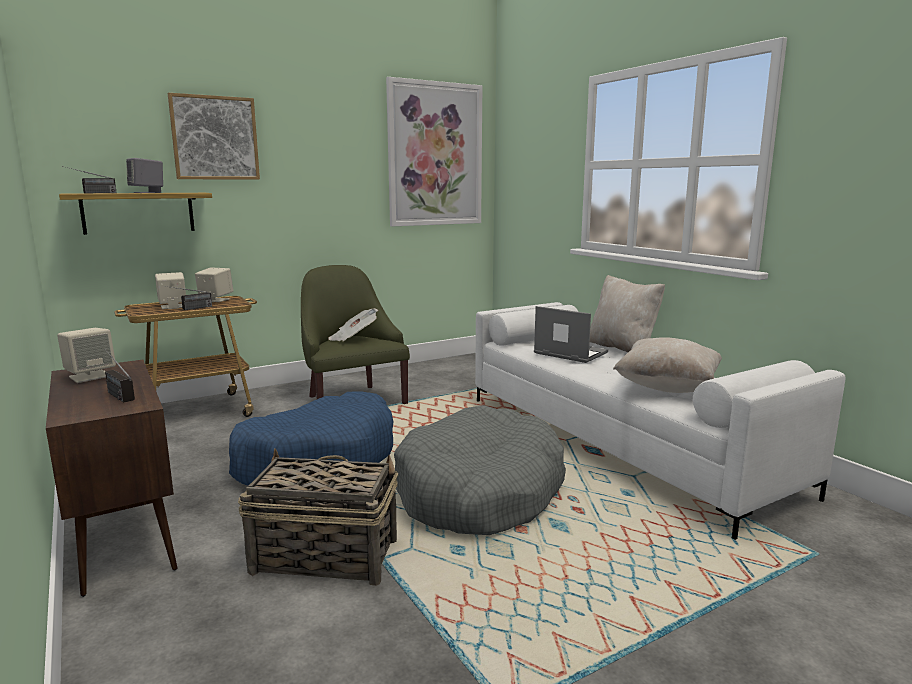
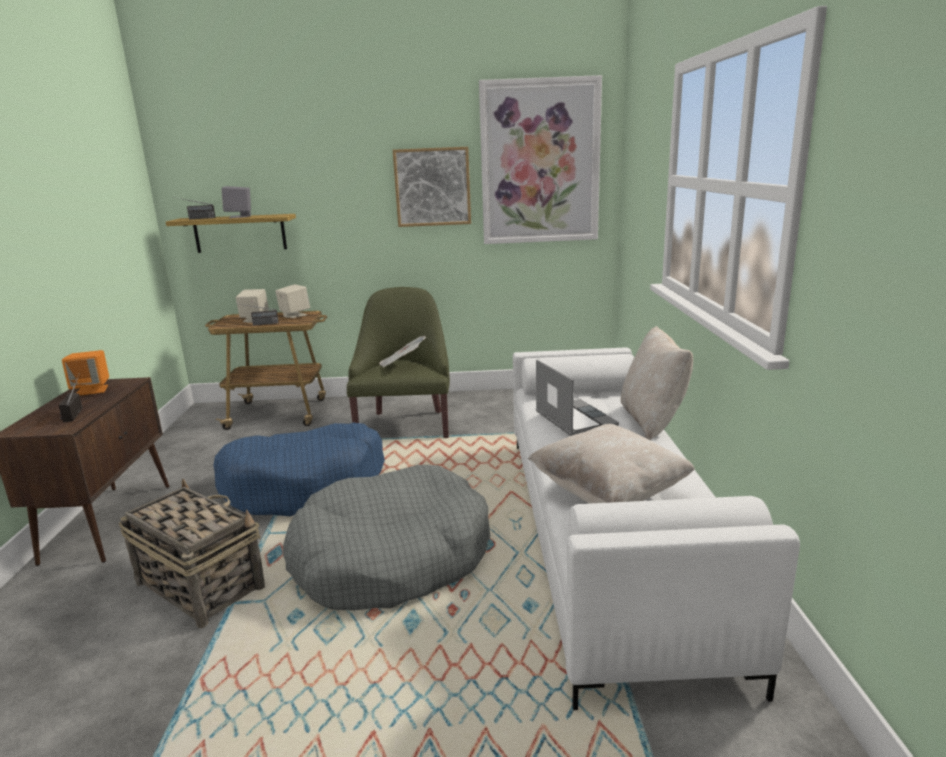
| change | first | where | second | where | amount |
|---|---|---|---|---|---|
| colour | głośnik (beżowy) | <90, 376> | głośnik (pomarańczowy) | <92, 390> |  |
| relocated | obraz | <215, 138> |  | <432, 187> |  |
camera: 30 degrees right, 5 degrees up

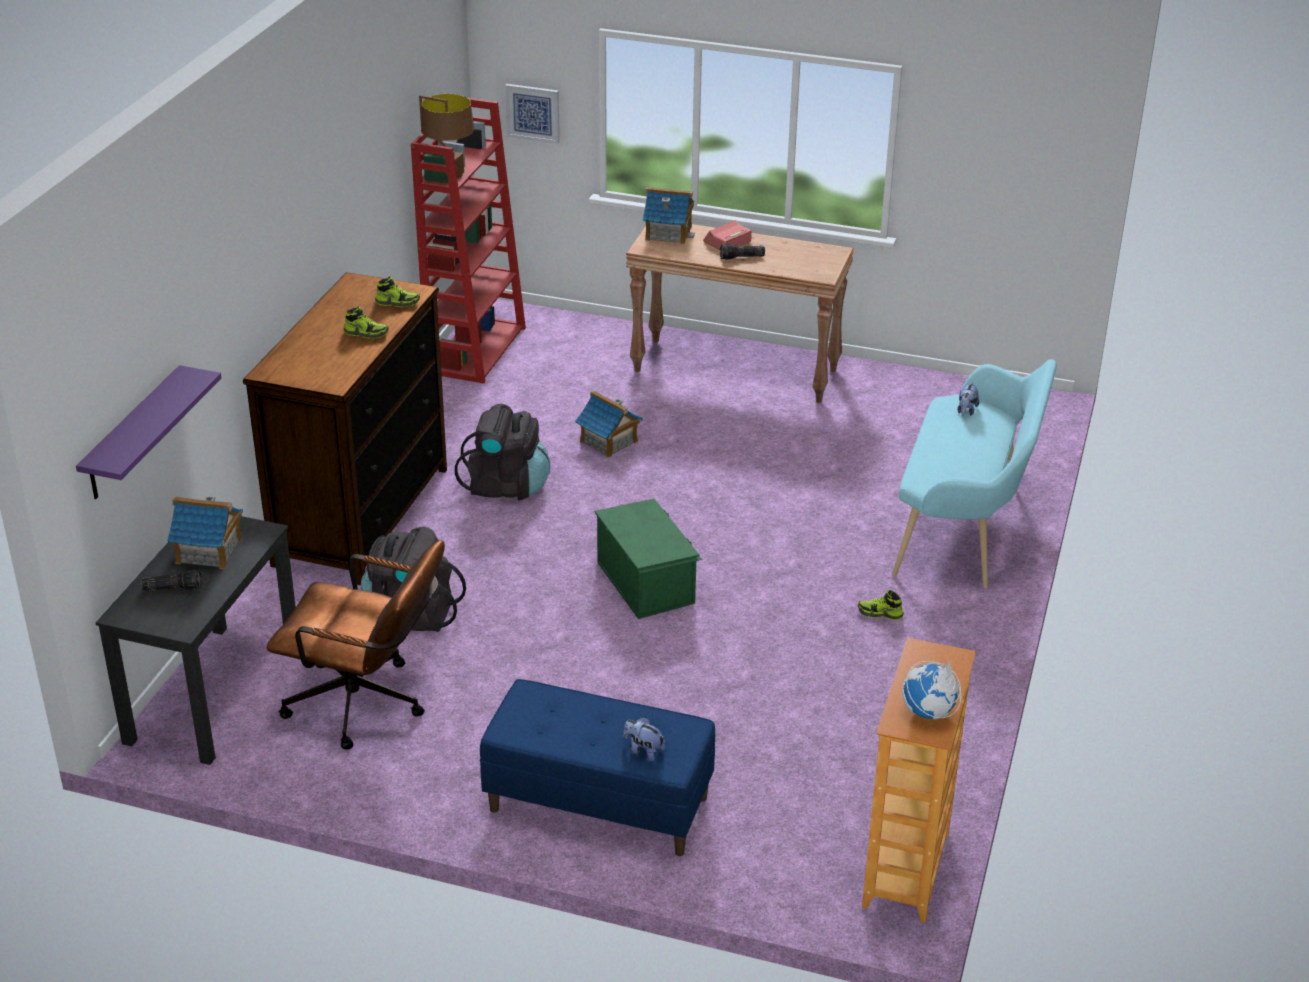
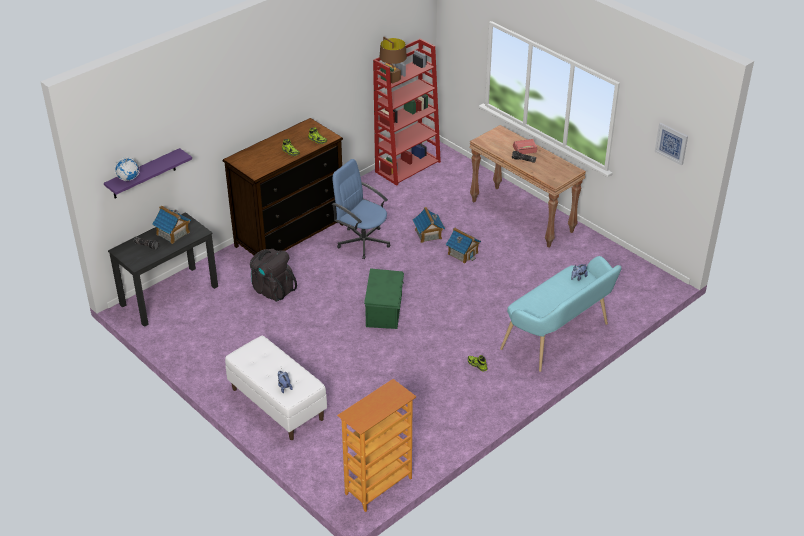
| change | first | where | second | where | amount |
|---|---|---|---|---|---|
| missing | krzesło biurowe (brązowy) | <367, 705> |  |  |  |
| exchanged | plecak (czarny) | <506, 486> | krzesło biurowe (niebieski) | <363, 241> |  |
| colour | ławka (niebieski) | <597, 804> | ławka (biały) | <276, 404> |  |
| relocated | obraz | <533, 113> |  | <671, 143> |  |
| relocated | domek | <668, 233> |  | <463, 253> |  |
| relocated | globus | <928, 713> |  | <128, 179> |  |
camera: 30 degrees right, 5 degrees up

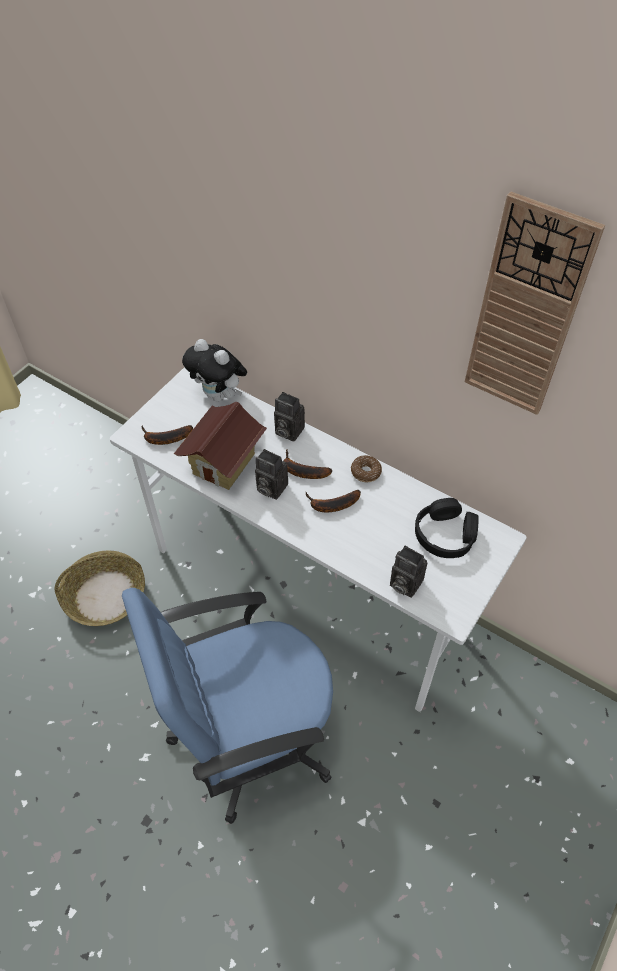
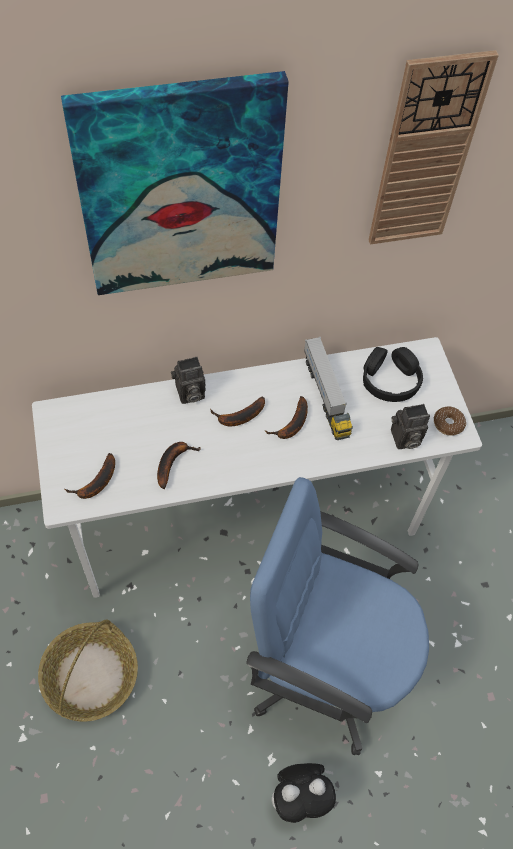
| change | first | where | second | where | amount |
|---|---|---|---|---|---|
| spun | krzesło biurowe (niebieski) | <251, 734> |  | <325, 663> | 90 degrees clockwise |
| exchanged | domek | <224, 464> | banan | <173, 462> |  |
| relocated | pluszak | <219, 395> |  | <300, 797> |  |
| missing | aparat fotograficzny | <270, 488> |  |  |  |
| relocated | donut | <365, 472> |  | <448, 424> |  |
| appeared |  |  | obraz | <180, 189> |  |
| appeared |  |  | ciężarówka zabawkowa | <326, 395> |  |
camera: 50 degrees left, 5 degrees up

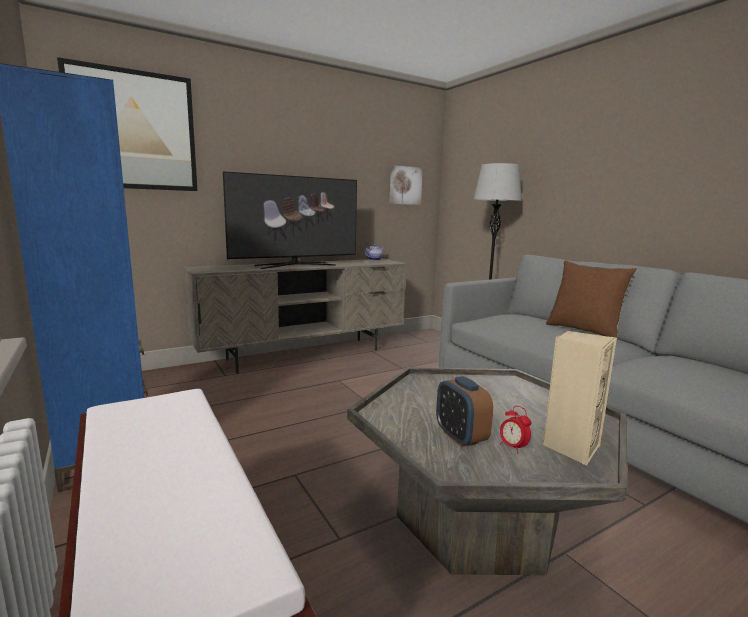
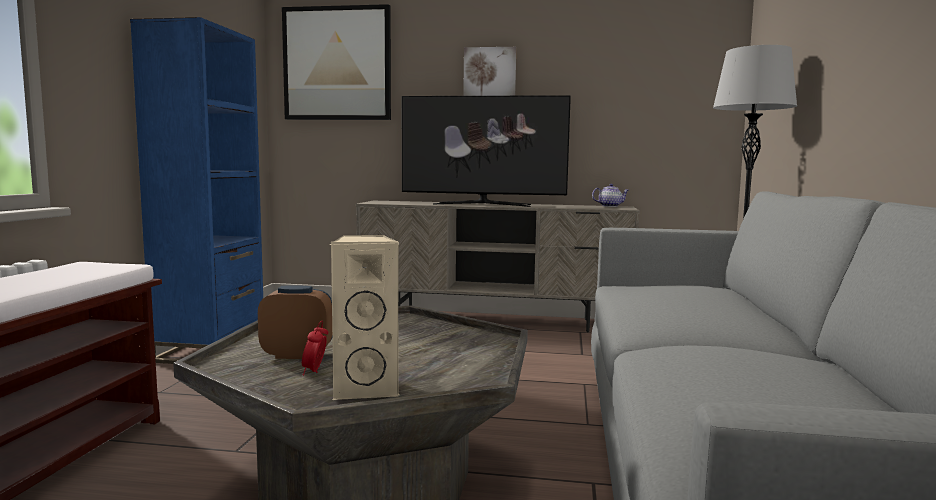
| change | first | where | second | where | amount |
|---|---|---|---|---|---|
| relocated | obraz | <405, 185> |  | <489, 74> |  |
| spun | budzik | <460, 437> |  | <297, 355> | 75 degrees clockwise |
| missing | poduszka (brązowy) | <584, 330> |  |  |  |
camera: 40 degrees right, 5 degrees down

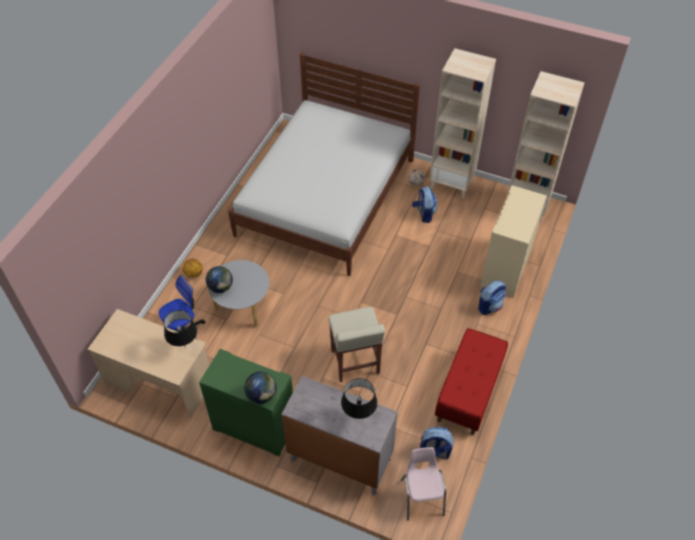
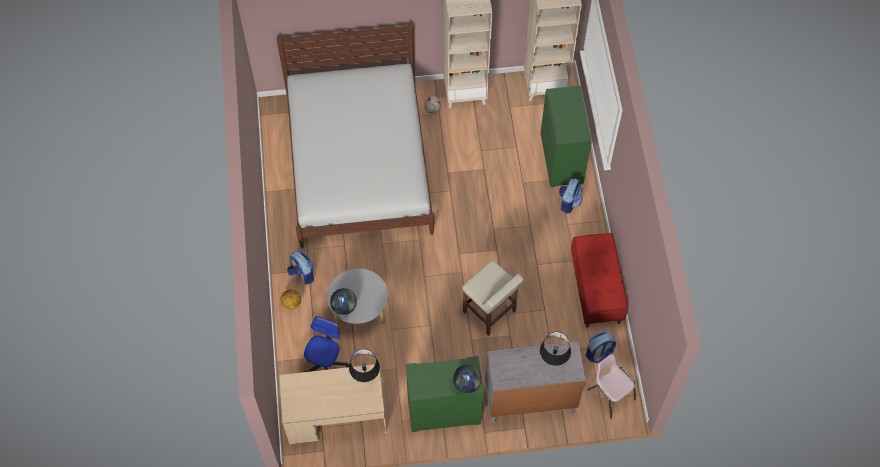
| change | first | where | second | where | amount |
|---|---|---|---|---|---|
| relocated | plecak | <424, 214> |  | <302, 274> |  |
| colour | szafka (beżowy) | <506, 268> | szafka (zielony) | <562, 158> |  |
camera: 30 degrees left, 10 degrees up

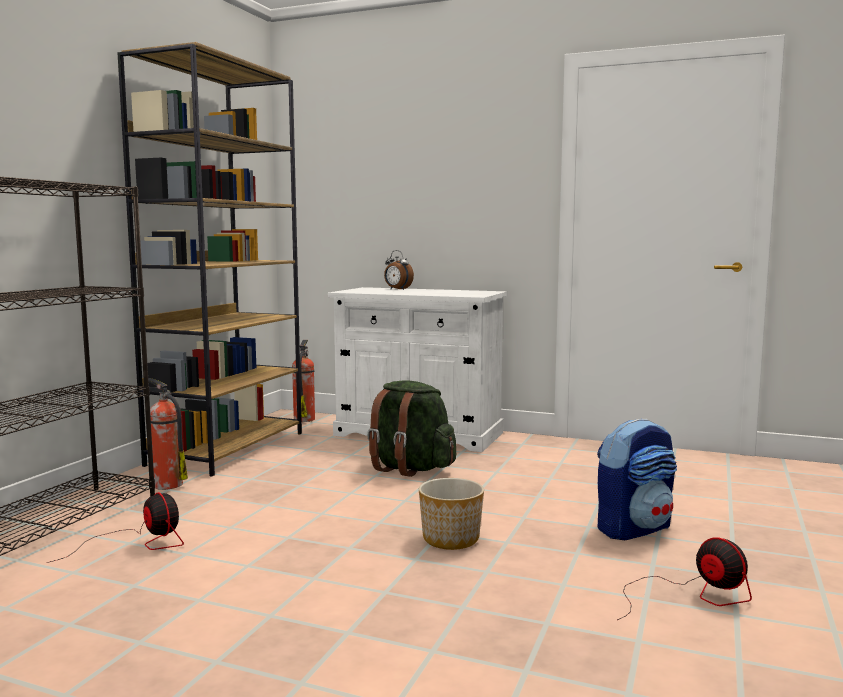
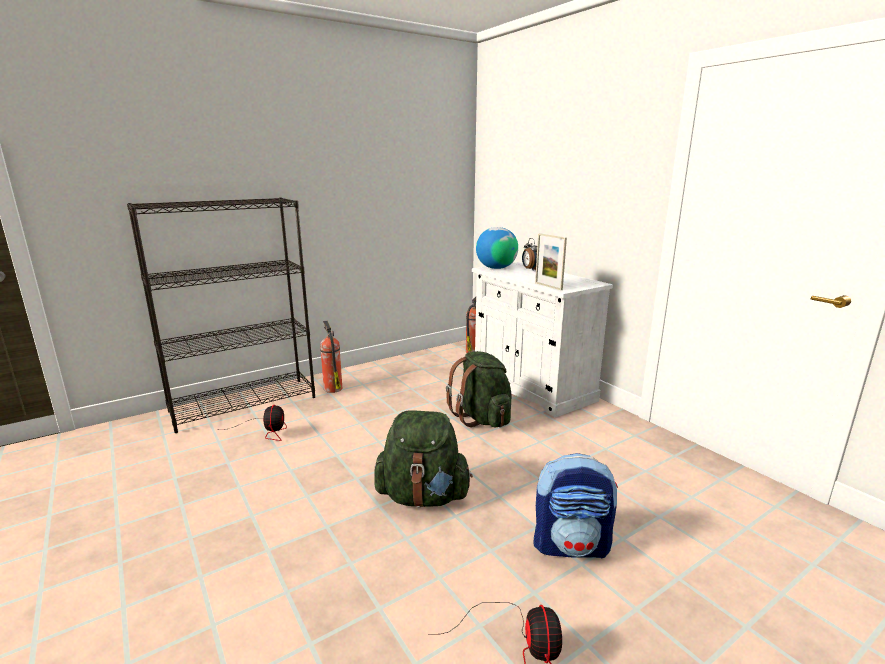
| change | first | where | second | where | amount |
|---|---|---|---|---|---|
| missing | regał (brązowy) | <228, 448> |  |  |  |
| exchanged | donica | <451, 539> | plecak (zielony) | <423, 496> |  |
| appeared |  |  | globus | <496, 268> |  |
| appeared |  |  | ramka na zdjęcie | <548, 286> |  |
camera: 35 degrees right, 10 degrees up

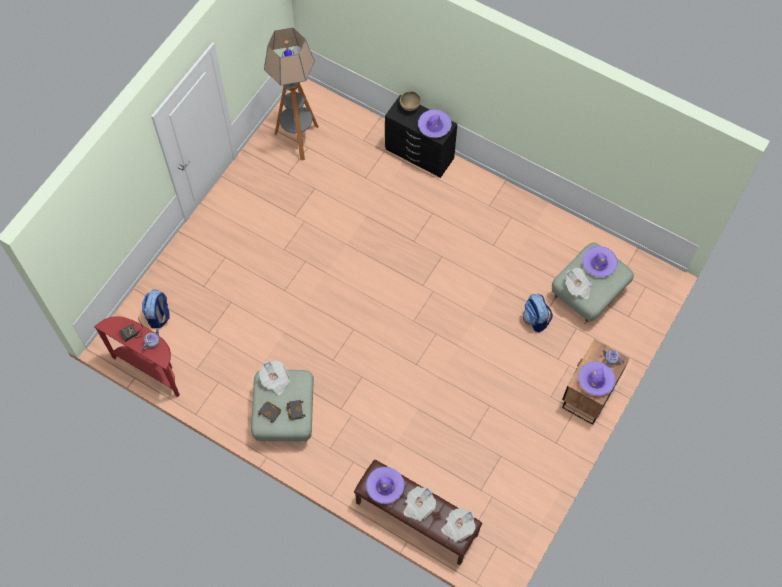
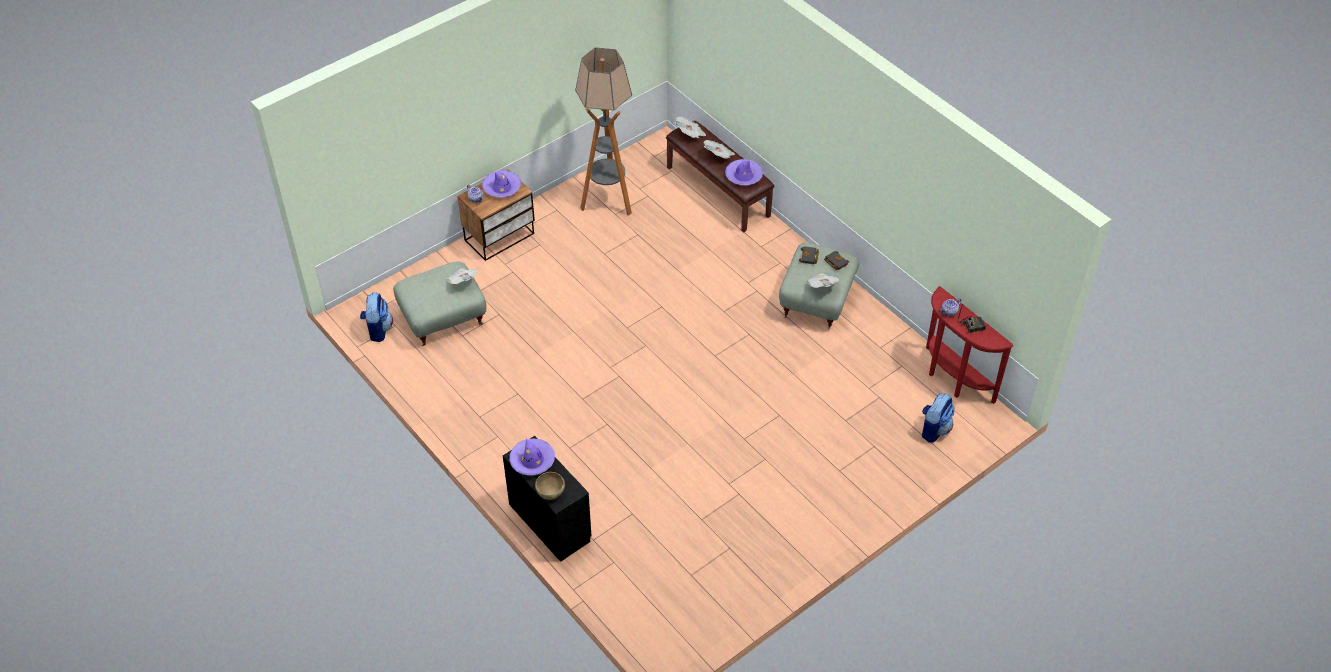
| change | first | where | second | where | amount |
|---|---|---|---|---|---|
| relocated | lampa stojąca | <298, 139> |  | <608, 201> |  |
| relocated | plecak | <535, 319> |  | <378, 329> |  |
| missing | kapelusz (fioletowy) | <599, 263> |  |  |  |
camera: 160 degrees left, 15 degrees down

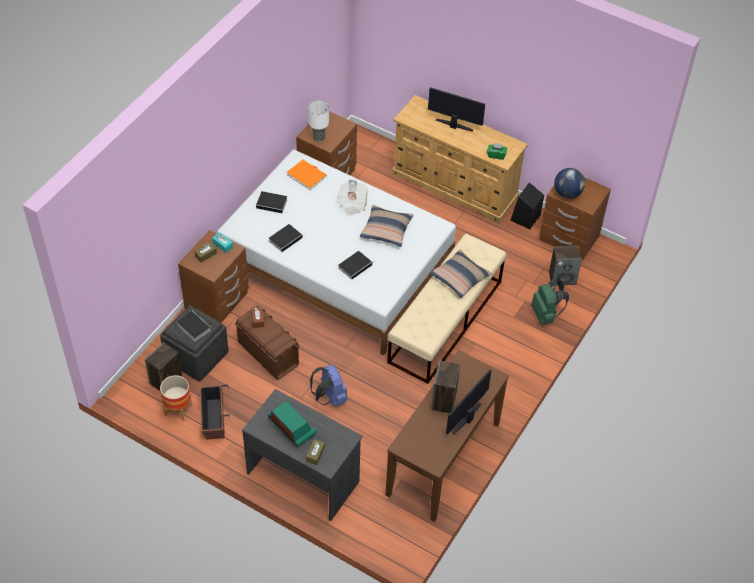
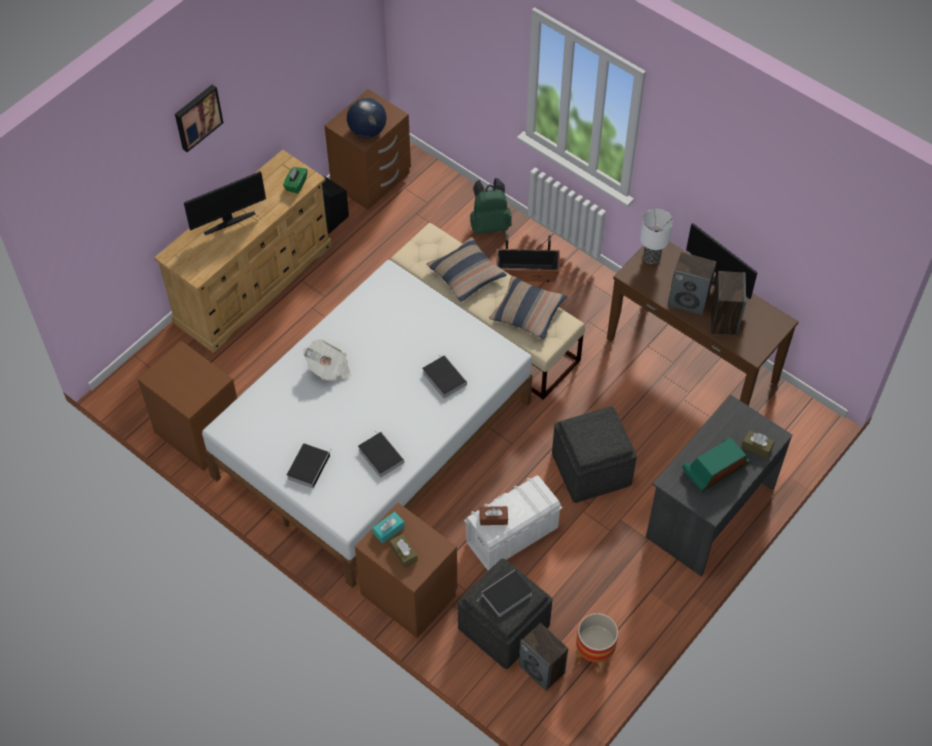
| change | first | where | second | where | amount |
|---|---|---|---|---|---|
| relocated | donica | <213, 419> |  | <526, 273> |  |
| colour | pojemnik do przechowywania (brązowy) | <268, 354> | pojemnik do przechowywania (biały) | <511, 535> |  |
| missing | książka (pomarańczowy) | <306, 176> |  |  |  |
| relocated | lampa stołowa | <319, 137> |  | <652, 257> |  |
| exchanged | plecak (niebieski) | <330, 397> | pufa (szary) | <591, 470> |  |
| relocated | poduszka | <386, 230> |  | <527, 312> |  |
| spun | monitor | <453, 126> |  | <229, 222> | 150 degrees counterclockwise |
| relocated | głośnik | <562, 278> |  | <723, 320> |  |
| appeared |  |  | obraz | <197, 117> |  |
camera: 80 degrees left, 5 degrees up

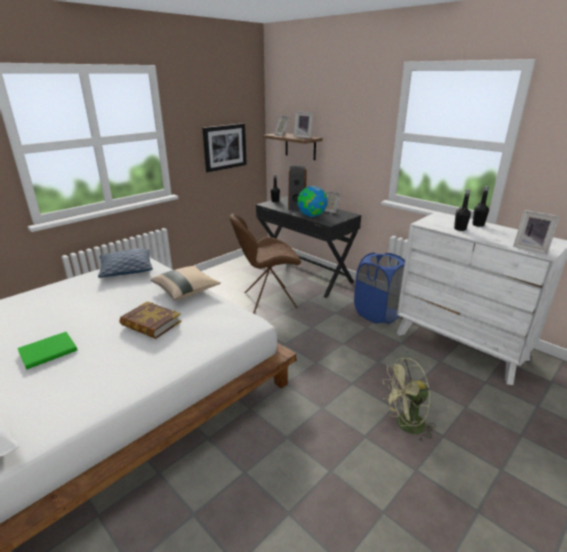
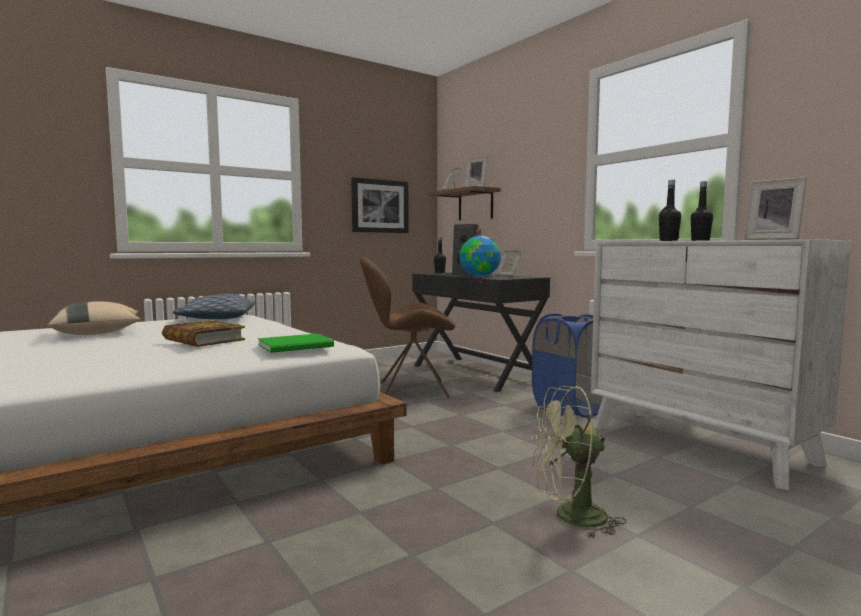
| change | first | where | second | where | amount |
|---|---|---|---|---|---|
| relocated | książka (zielony) | <50, 351> |  | <298, 345> |  |
| relocated | poduszka (beżowy) | <186, 291> |  | <98, 333> |  |
camera: 10 degrees right, 20 degrees down

